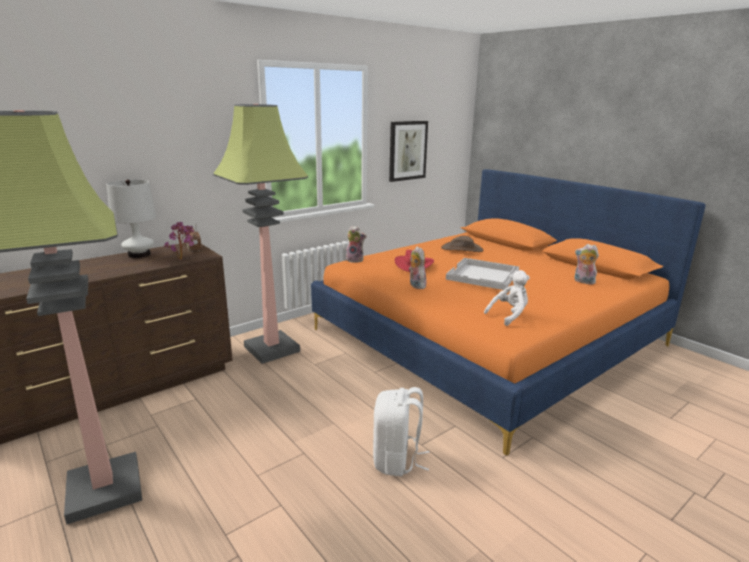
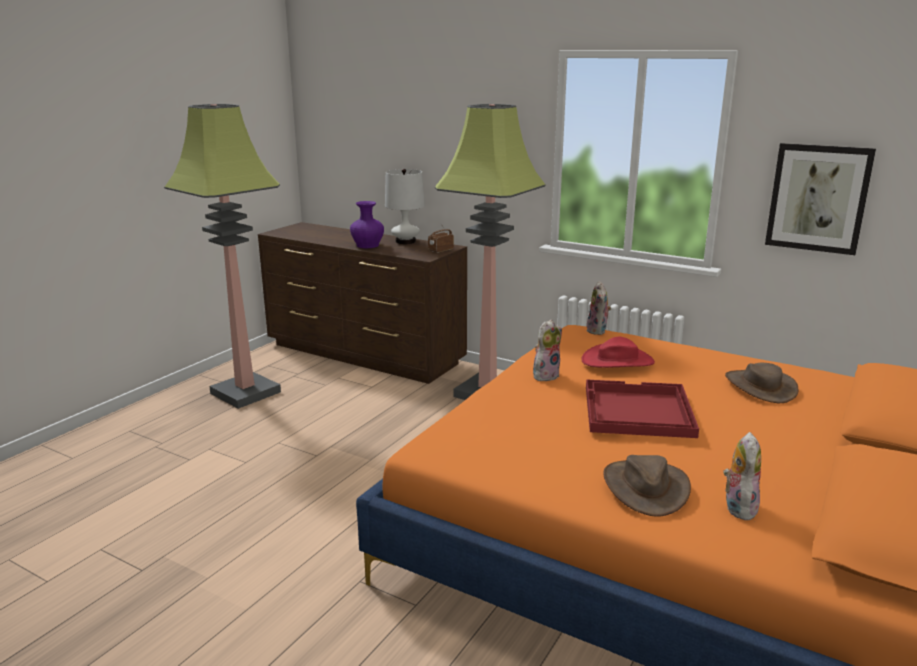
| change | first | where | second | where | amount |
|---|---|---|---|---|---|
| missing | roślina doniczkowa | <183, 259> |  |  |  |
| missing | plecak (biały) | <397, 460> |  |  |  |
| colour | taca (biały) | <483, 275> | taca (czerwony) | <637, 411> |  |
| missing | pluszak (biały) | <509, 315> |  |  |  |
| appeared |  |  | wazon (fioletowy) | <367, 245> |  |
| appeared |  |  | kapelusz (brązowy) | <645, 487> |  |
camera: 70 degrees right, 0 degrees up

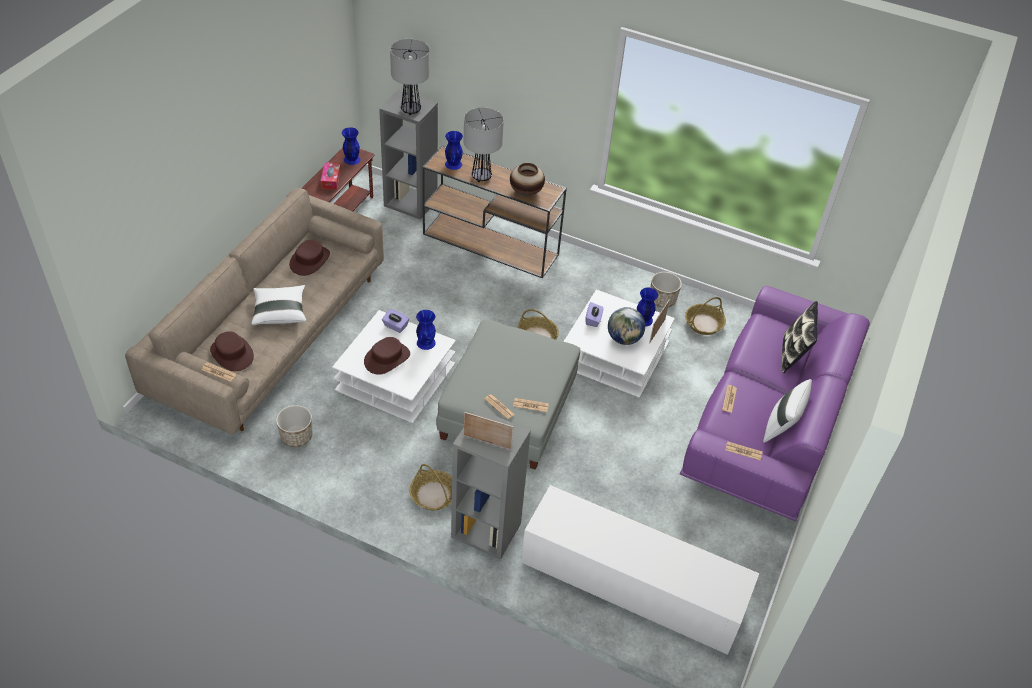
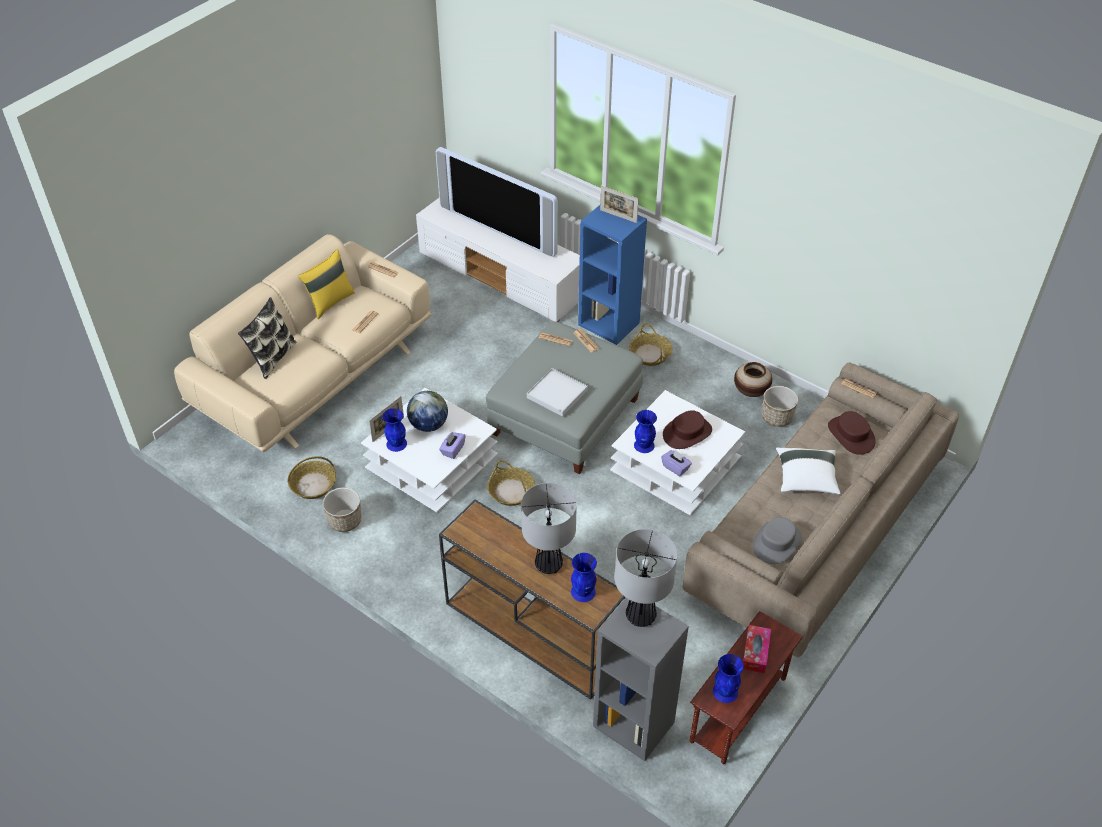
| change | first | where | second | where | amount |
|---|---|---|---|---|---|
| colour | kapelusz (brązowy) | <310, 260> | kapelusz (szary) | <776, 542> |  |
| colour | regał (szary) | <485, 531> | regał (niebieski) | <609, 324> |  |
| relocated | wazon | <526, 192> |  | <750, 391> |  |
| colour | kanapa (fioletowy) | <766, 426> | kanapa (beżowy) | <315, 374> |  |
| colour | poduszka (biały) | <781, 427> | poduszka (żółty) | <330, 302> |  |
| appeared |  |  | telewizor | <500, 228> |  |
| appeared |  |  | taca (biały) | <557, 394> |  |
camera: 165 degrees left, 0 degrees up

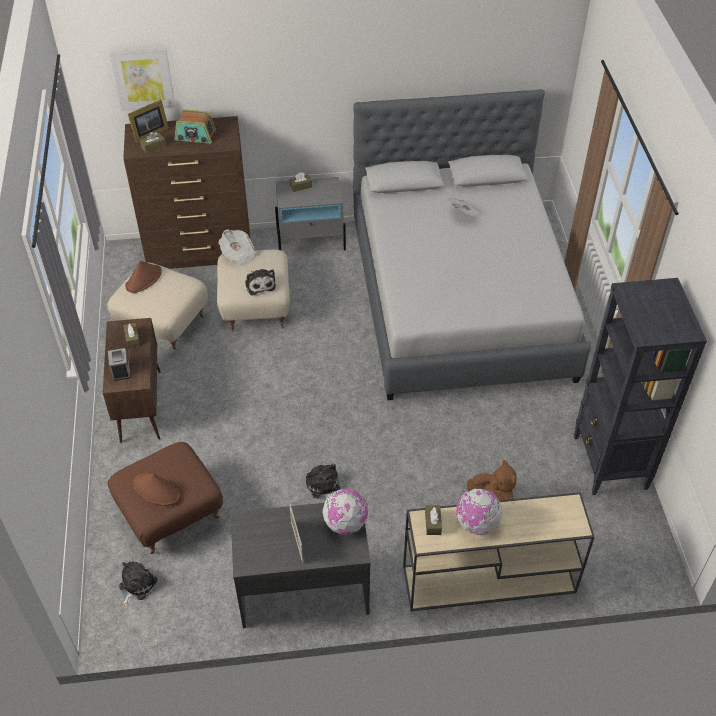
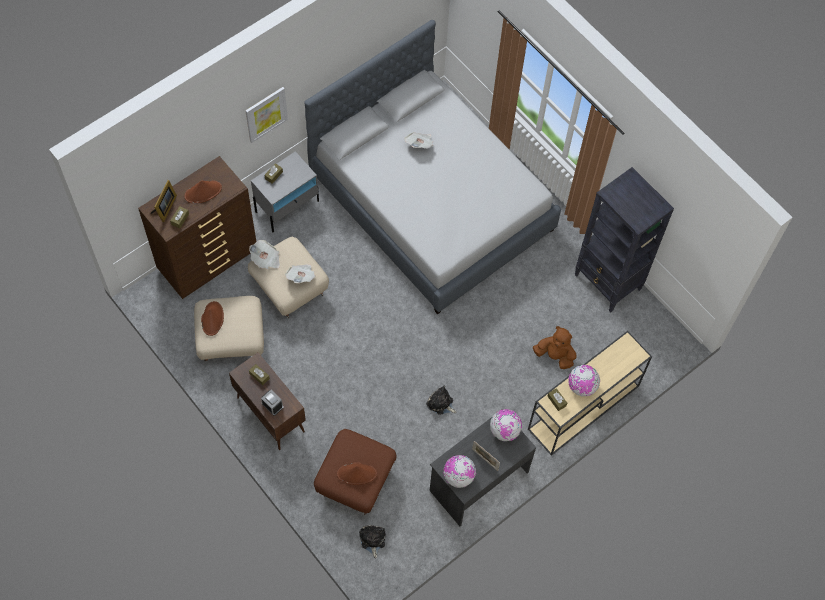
| change | first | where | second | where | amount |
|---|---|---|---|---|---|
| relocated | obraz | <143, 79> |  | <266, 114> |  |
| exchanged | radio | <195, 136> | kapelusz (brązowy) | <203, 192> |  |
| exchanged | pluszak | <259, 284> | gazeta | <301, 277> |  |
| appeared |  |  | globus | <458, 476> |  |
camera: 35 degrees left, 15 degrees up

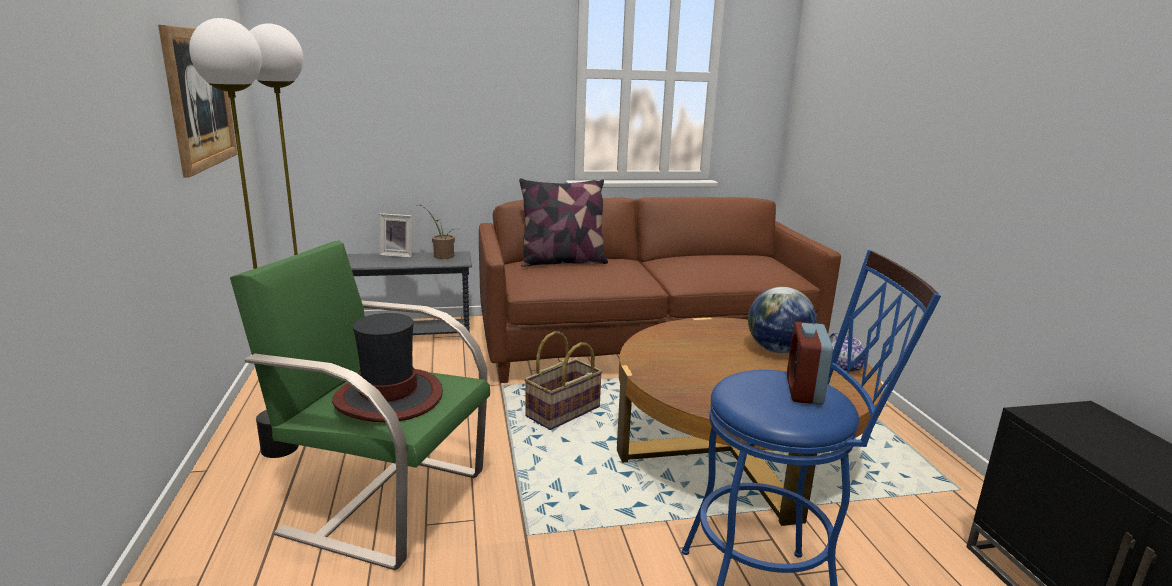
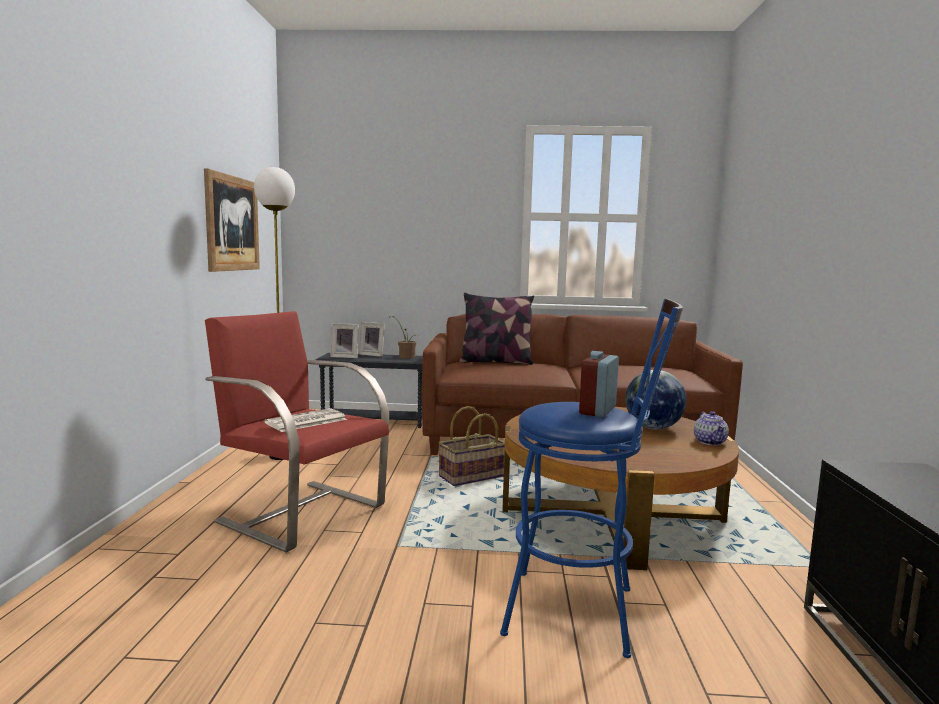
| change | first | where | second | where | amount |
|---|---|---|---|---|---|
| missing | lampa stojąca | <280, 448> |  |  |  |
| colour | fotel (zielony) | <383, 501> | fotel (czerwony) | <301, 513> |  |
| exchanged | kapelusz | <389, 397> | gazeta | <305, 421> |  |
| appeared |  |  | ramka na zdjęcie | <345, 356> |  |
camera: 15 degrees right, 10 degrees down

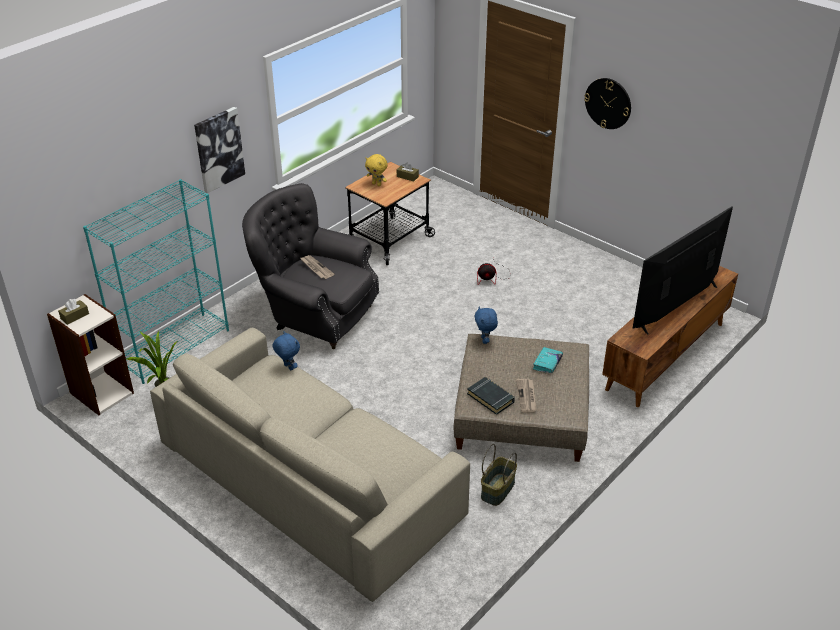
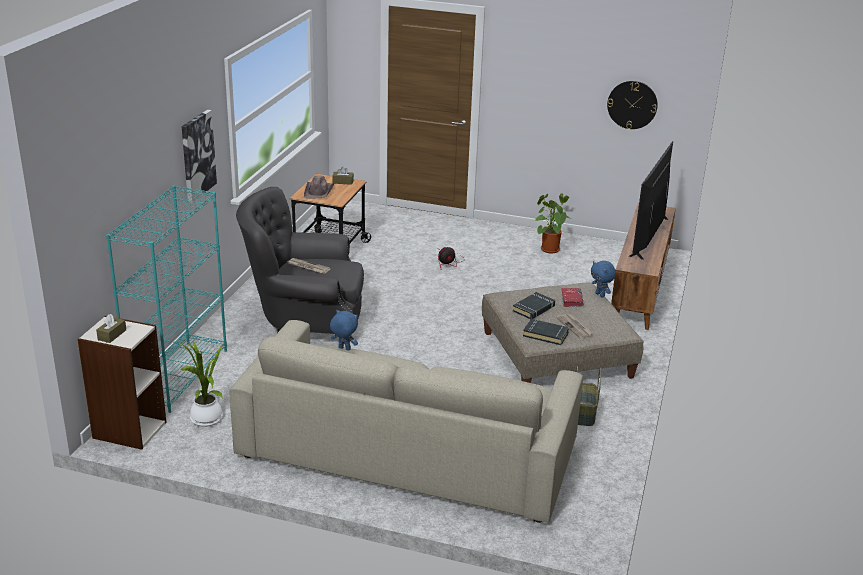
| change | first | where | second | where | amount |
|---|---|---|---|---|---|
| exchanged | pluszak (żółty) | <377, 184> | kapelusz (brązowy) | <319, 191> |  |
| relocated | pluszak (niebieski) | <485, 340> |  | <600, 295> |  |
| colour | książka (turkusowy) | <547, 363> | książka (czerwony) | <571, 300> |  |
| relocated | zegar ścienny | <608, 103> |  | <632, 104> |  |
| appeared |  |  | książka (czarny) | <534, 309> |  |
| appeared |  |  | roślina doniczkowa | <548, 248> |  |
camera: 25 degrees left, 10 degrees down

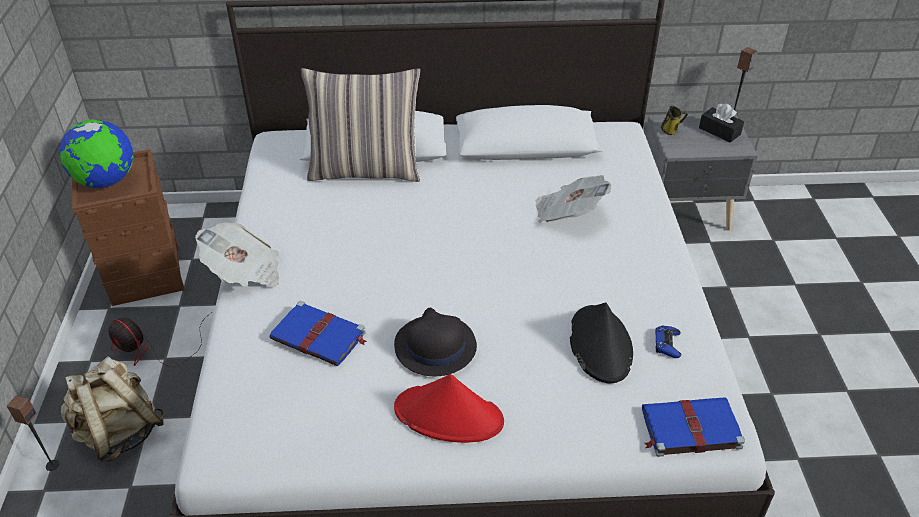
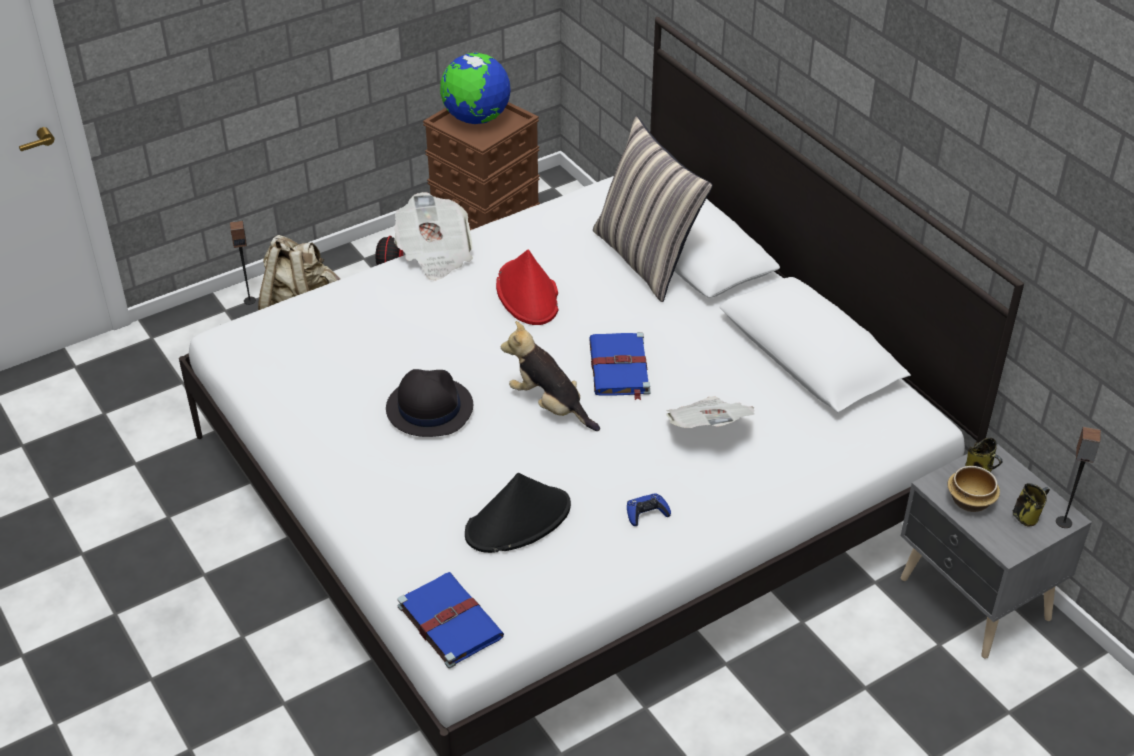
| change | first | where | second | where | amount |
|---|---|---|---|---|---|
| relocated | książka (niebieski) | <320, 337> |  | <619, 368> |  |
| relocated | kapelusz (czerwony) | <449, 415> |  | <528, 294> |  |
| relocated | pad do gier (niebieski) | <667, 344> |  | <647, 513> |  |
| exchanged | pudełko chusteczek (czarny) | <719, 131> | kubek | <1027, 516> |  |
| appeared |  |  | pluszak | <550, 406> |  |
| appeared |  |  | miska | <969, 501> |  |
camera: 60 degrees right, 0 degrees up

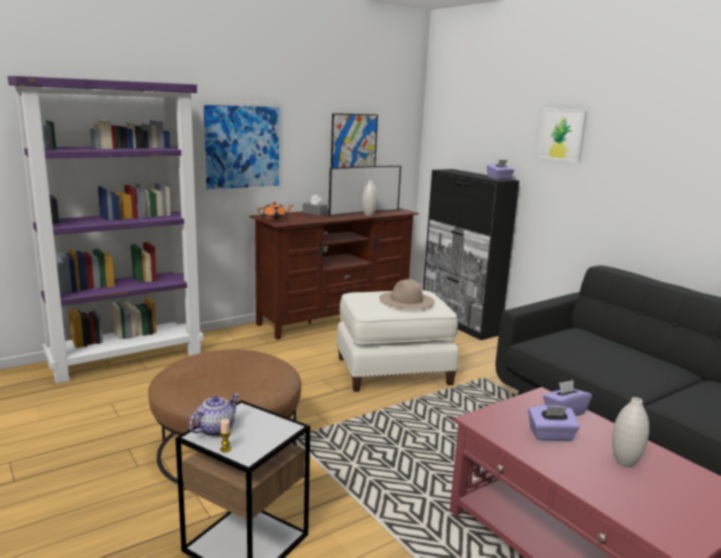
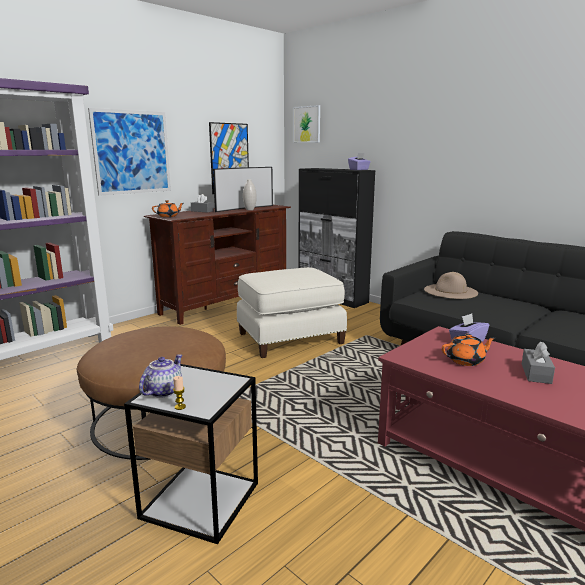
| change | first | where | second | where | amount |
|---|---|---|---|---|---|
| relocated | kapelusz (beżowy) | <406, 300> |  | <450, 291> |  |
| exchanged | pudełko chusteczek (fioletowy) | <551, 435> | imbryk (pomarańczowy) | <466, 360> |  |
| relocated | obraz | <562, 134> |  | <307, 124> |  |
| exchanged | wazon (biały) | <624, 462> | pudełko chusteczek (szary) | <536, 373> |  |
camera: 10 degrees left, 0 degrees up

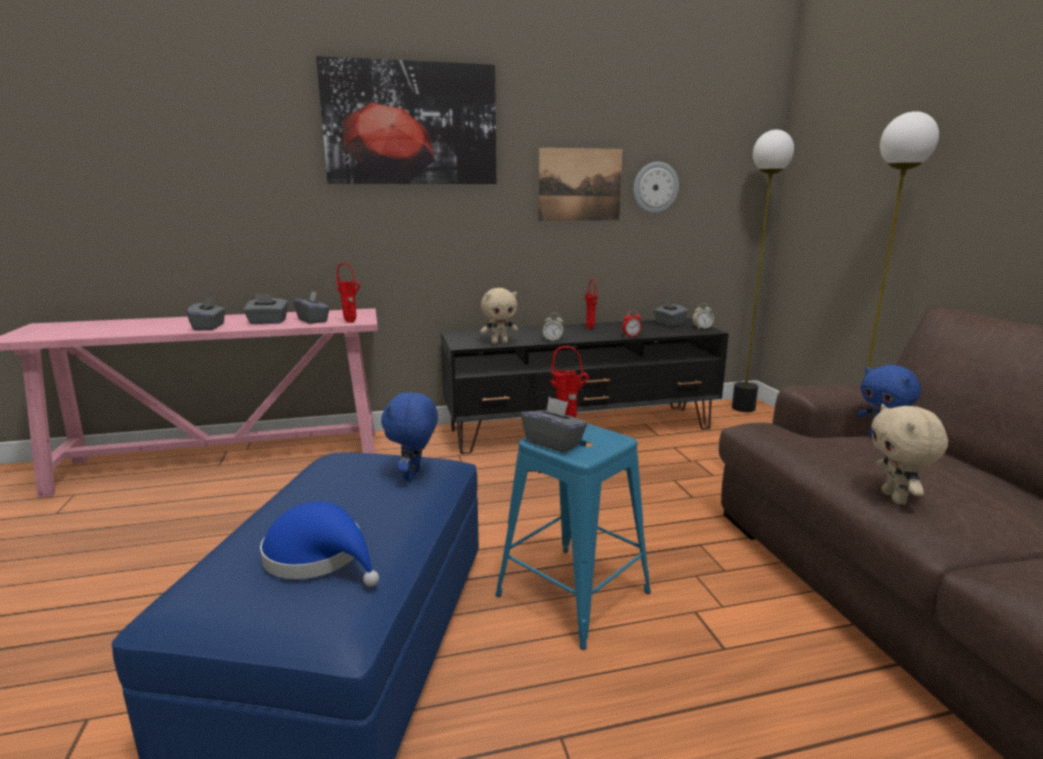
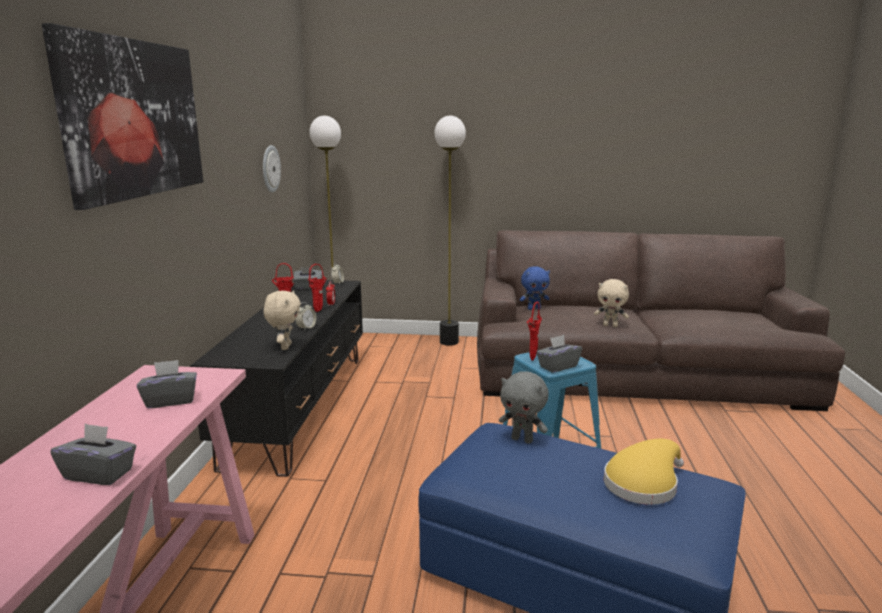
| change | first | where | second | where | amount |
|---|---|---|---|---|---|
| missing | pudełko chusteczek (szary) | <267, 322> |  |  |  |
| colour | kapelusz (niebieski) | <319, 557> | kapelusz (żółty) | <643, 483> |  |
| relocated | wazon (czerwony) | <351, 322> |  | <319, 311> |  |
| colour | pluszak (niebieski) | <414, 476> | pluszak (szary) | <522, 439> |  |
| missing | obraz | <580, 185> |  |  |  |
camera: 70 degrees left, 0 degrees up

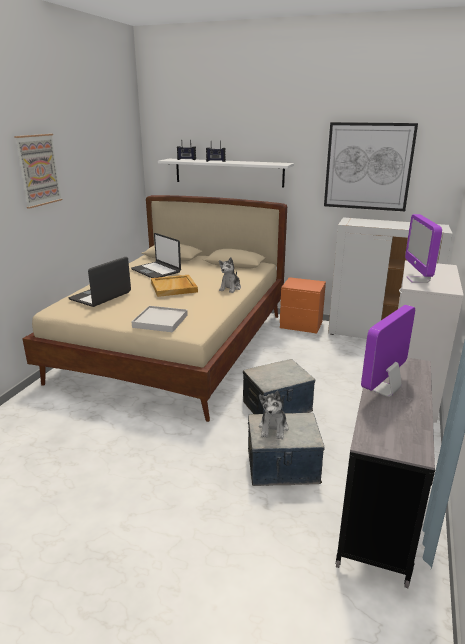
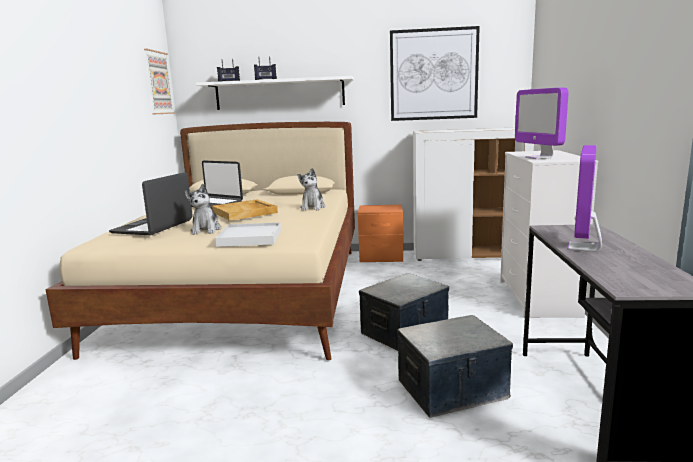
| change | first | where | second | where | amount |
|---|---|---|---|---|---|
| relocated | obraz | <38, 170> |  | <158, 83> |  |
| relocated | pluszak | <273, 428> |  | <206, 230> |  |
camera: 15 degrees left, 10 degrees down

